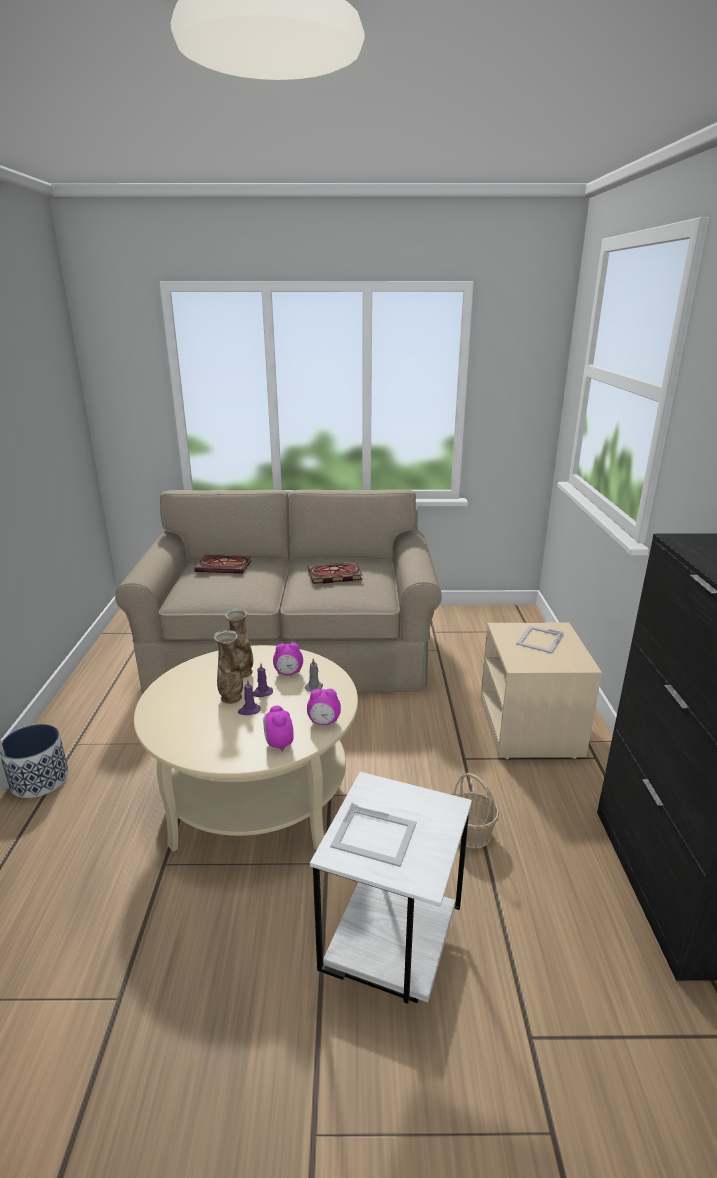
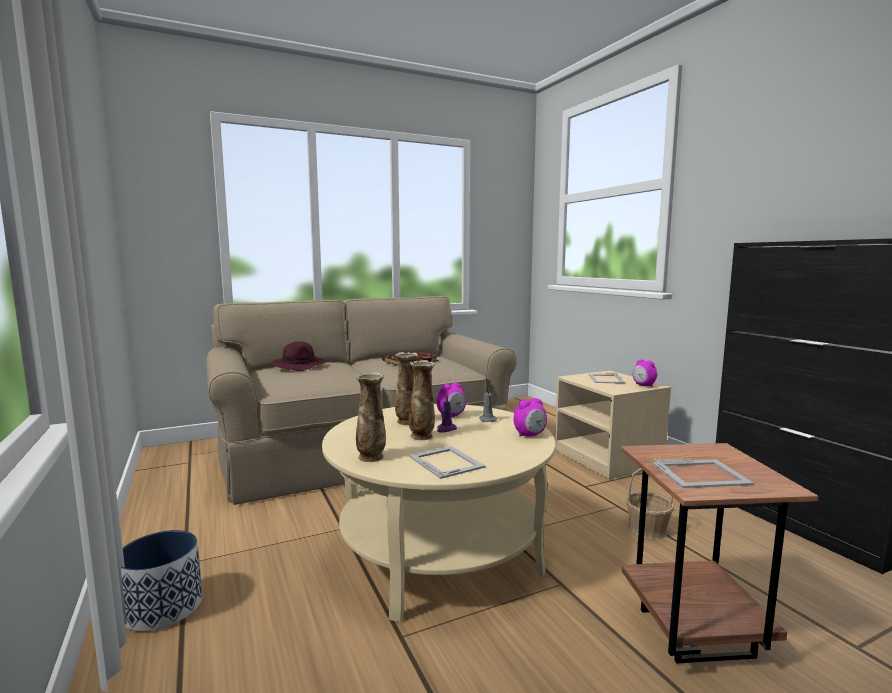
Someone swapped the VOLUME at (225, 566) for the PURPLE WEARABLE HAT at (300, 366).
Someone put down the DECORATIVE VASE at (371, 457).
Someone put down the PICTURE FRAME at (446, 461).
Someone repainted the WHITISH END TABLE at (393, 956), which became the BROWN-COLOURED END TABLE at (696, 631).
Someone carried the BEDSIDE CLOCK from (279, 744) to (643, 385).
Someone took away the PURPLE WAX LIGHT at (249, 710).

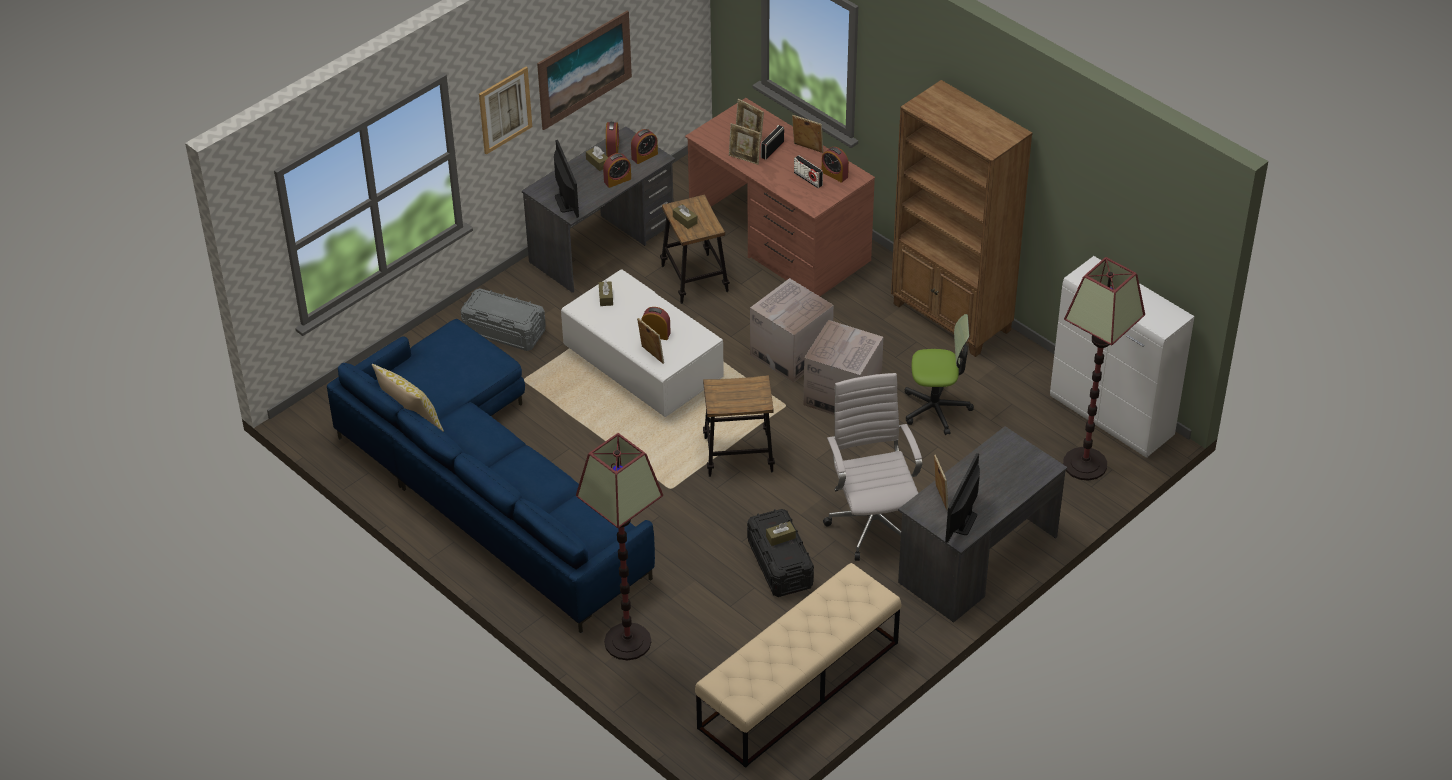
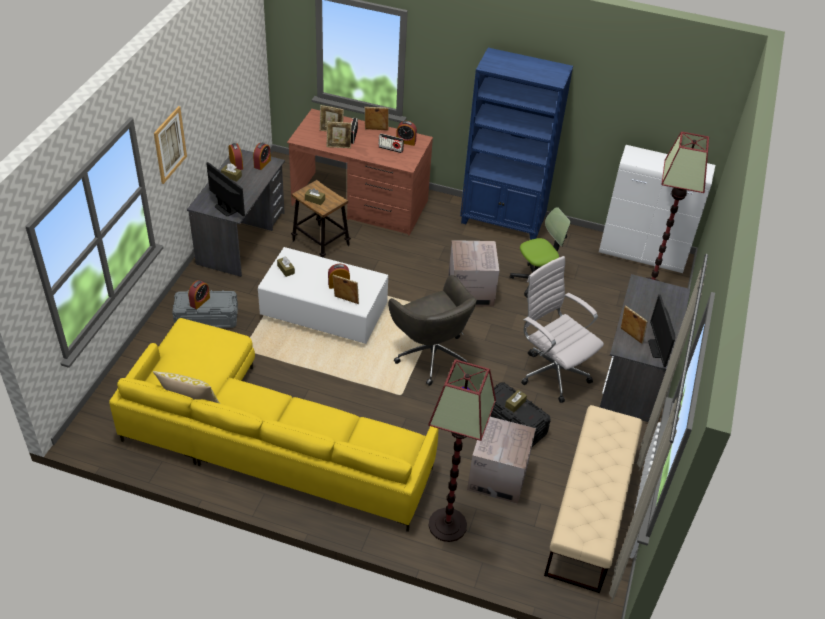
Someone repainted the BLUISH COUCH at (488, 487), which became the YELLOW-COLOURED COUCH at (265, 439).
Someone carried the BEDSIDE CLOCK from (617, 180) to (200, 301).
Someone swapped the STOOL at (738, 455) for the GREY COMPUTER CHAIR at (431, 354).
Someone repainted the BROWN-COLOURED SHELVING UNIT at (951, 318), which became the BLUISH SHELVING UNIT at (503, 221).
Someone carried the CARDBOARD BOX from (791, 353) to (498, 476).
Someone took away the WALL ART at (584, 69).

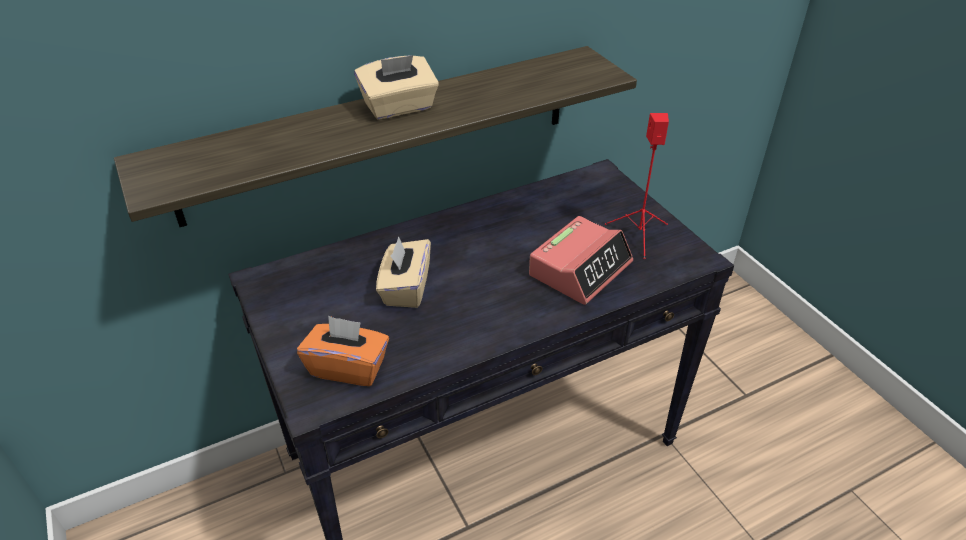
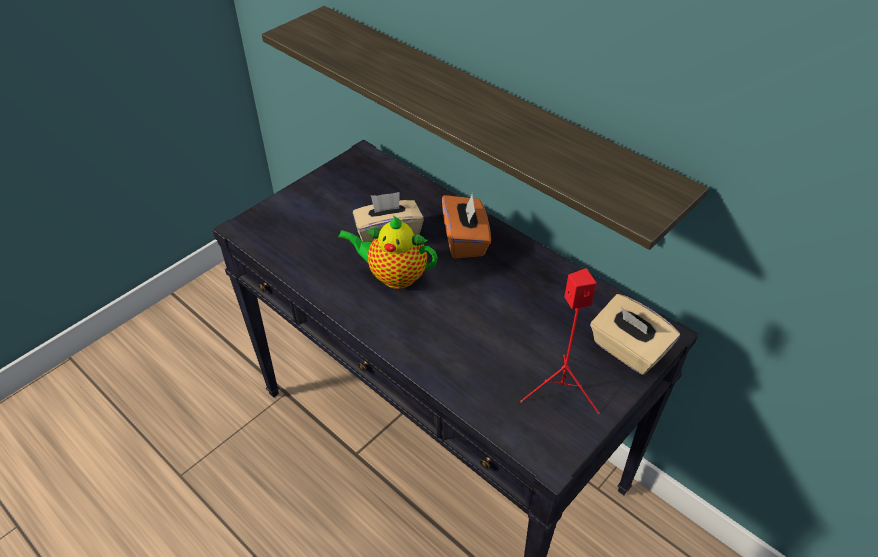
Someone put down the TEA POT at (394, 276).
Someone carried the ORANGEY TISSUE BOX from (348, 367) to (465, 240).
Someone carried the BEIGE TISSUE BOX from (399, 107) to (627, 350).
Someone took away the BEDSIDE CLOCK at (580, 269).

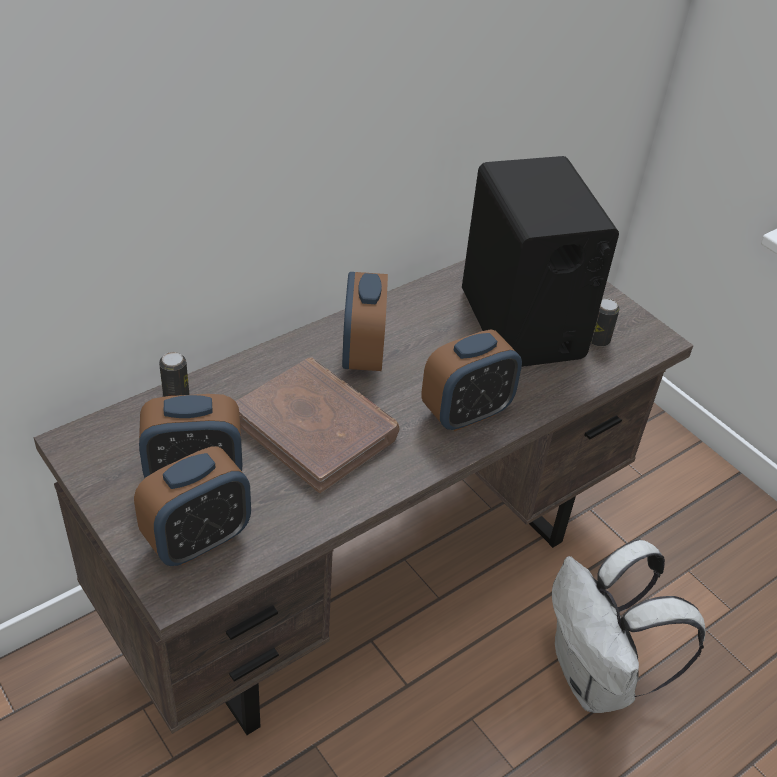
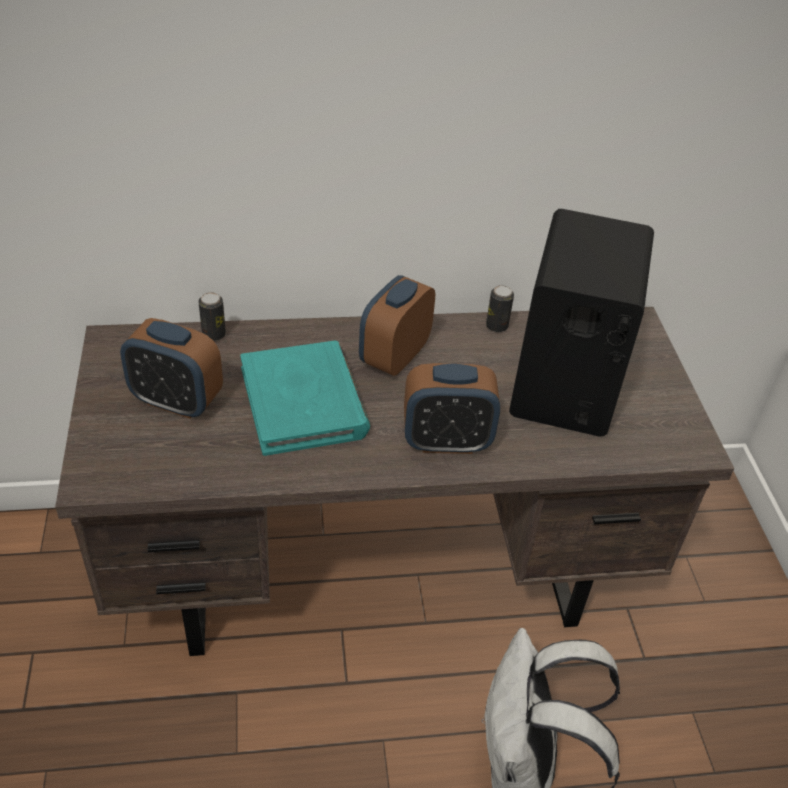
Someone repainted the BROWN-COLOURED VOLUME at (316, 428), which became the BLUE-GREEN VOLUME at (304, 402).
Someone carried the SEALED CAN from (598, 340) to (496, 326).
Someone took away the BEDSIDE CLOCK at (198, 540).

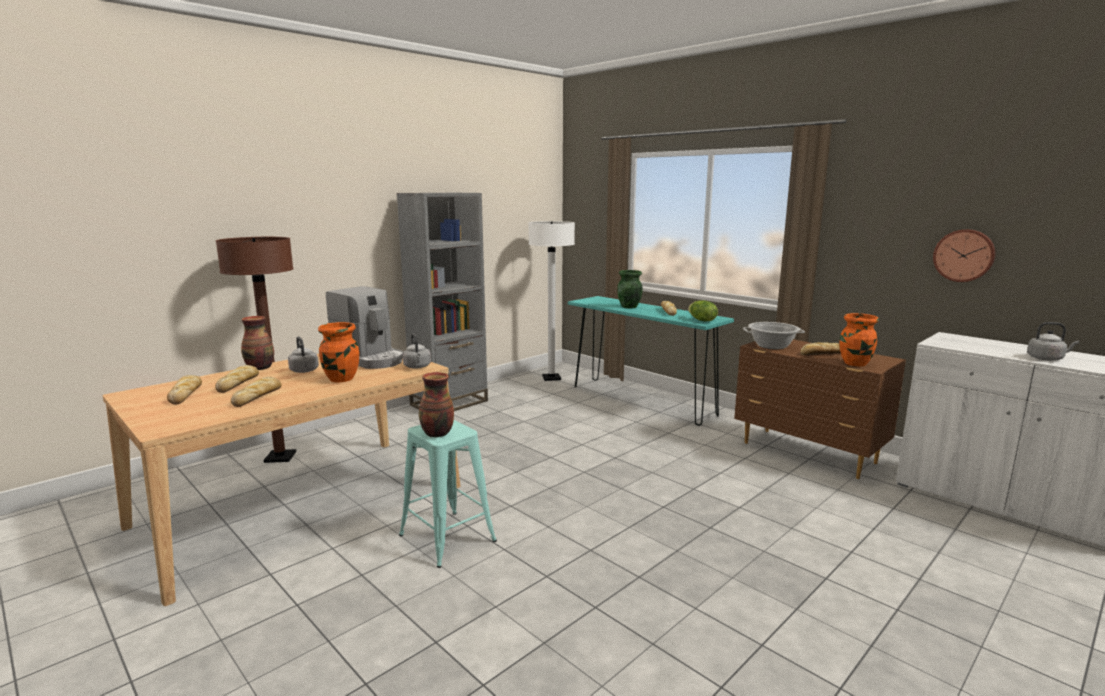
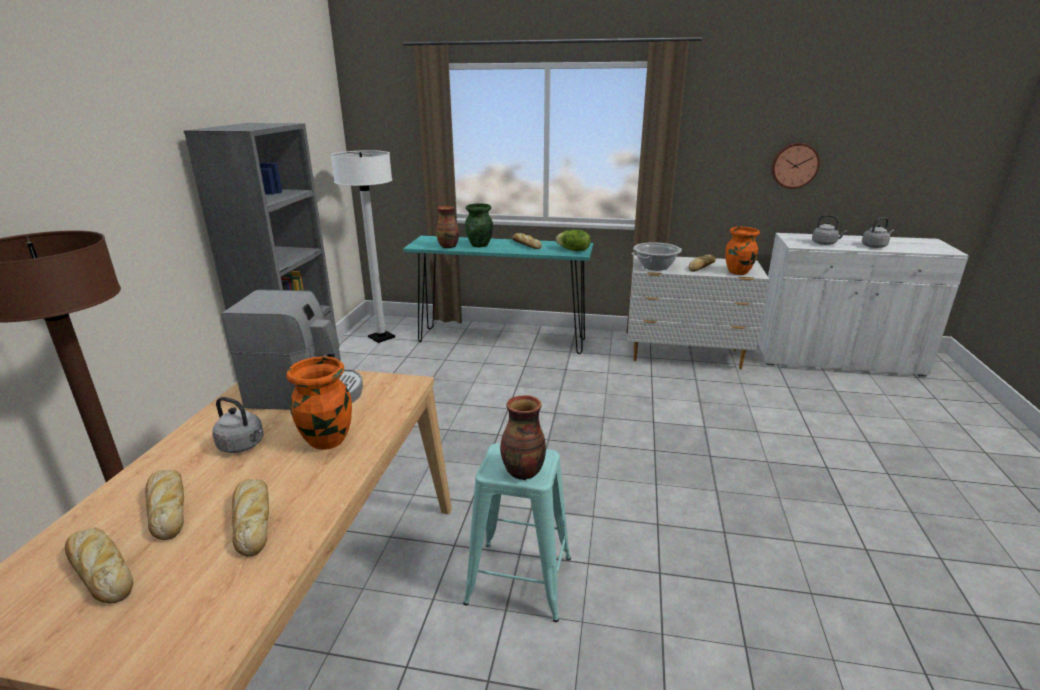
Someone carried the DECORATIVE VASE from (260, 368) to (448, 246).
Someone repainted the BROWN-COLOURED DRAWER CHEST at (809, 453), which became the WHITISH DRAWER CHEST at (686, 356).
Someone carried the GREY TEA KETTLE from (417, 367) to (825, 243).

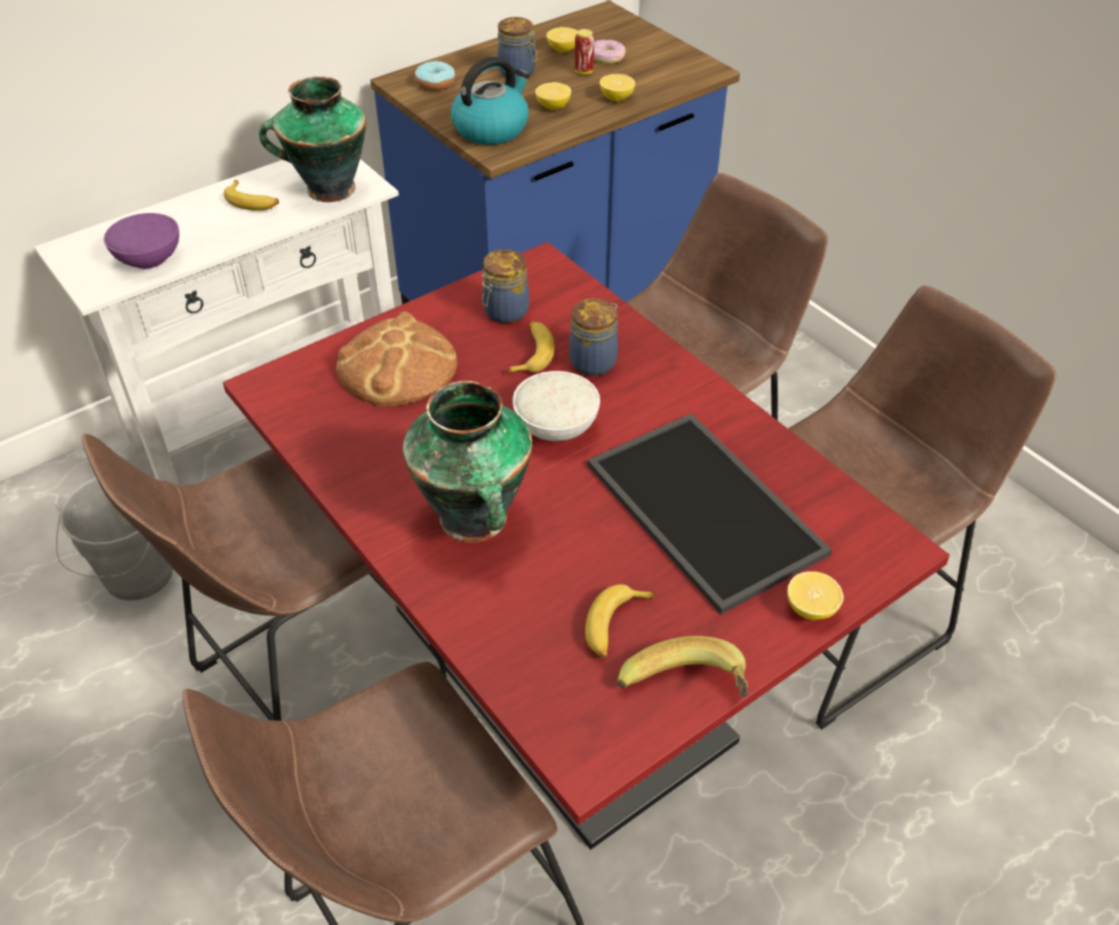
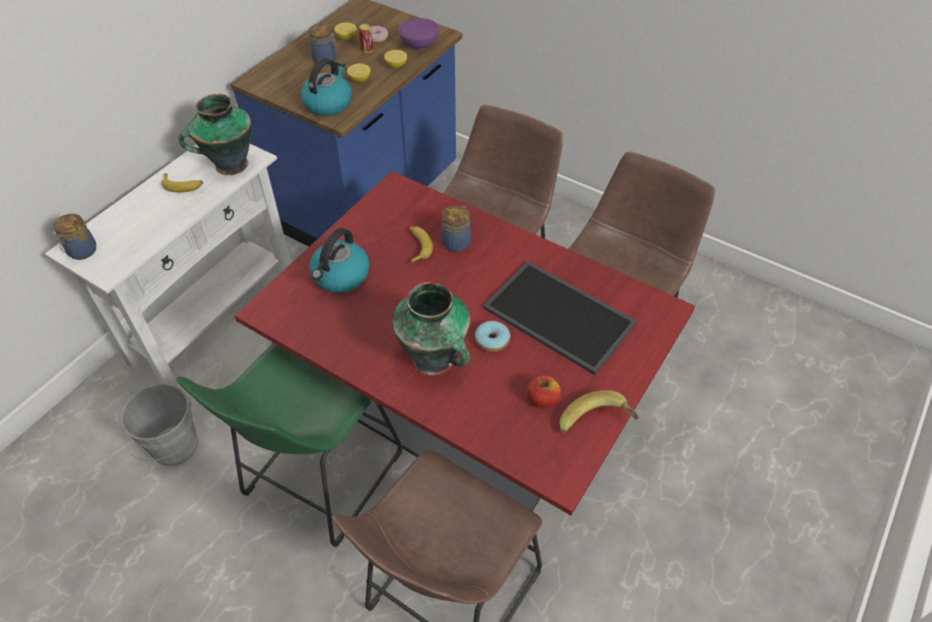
Someone carried the PRESERVE JAR from (504, 312) to (82, 251).
Someone repainted the BROWN-COLOURED STOOL at (306, 682), which became the GREENISH STOOL at (317, 480).
Someone swapped the BREAD at (397, 366) for the TEA KETTLE at (340, 276).
Someone carried the PURPLE DEEP DISH from (148, 259) to (419, 44).
Someone carried the DONUT from (435, 83) to (492, 340).
Someone swapped the BANANA at (615, 626) for the APPLE FRUIT at (542, 399).
Someone took away the WHITISH DEEP DISH at (556, 426).
Someone took away the LEMON at (811, 608).

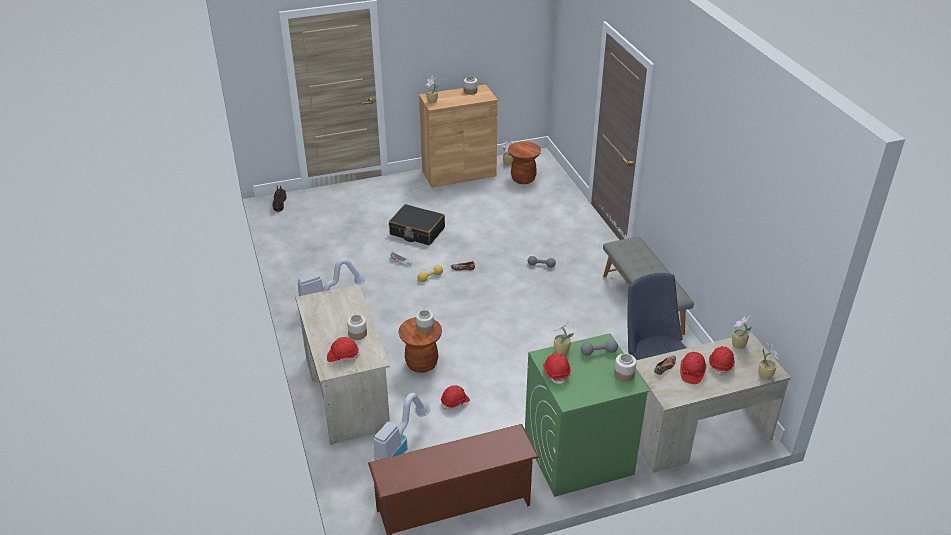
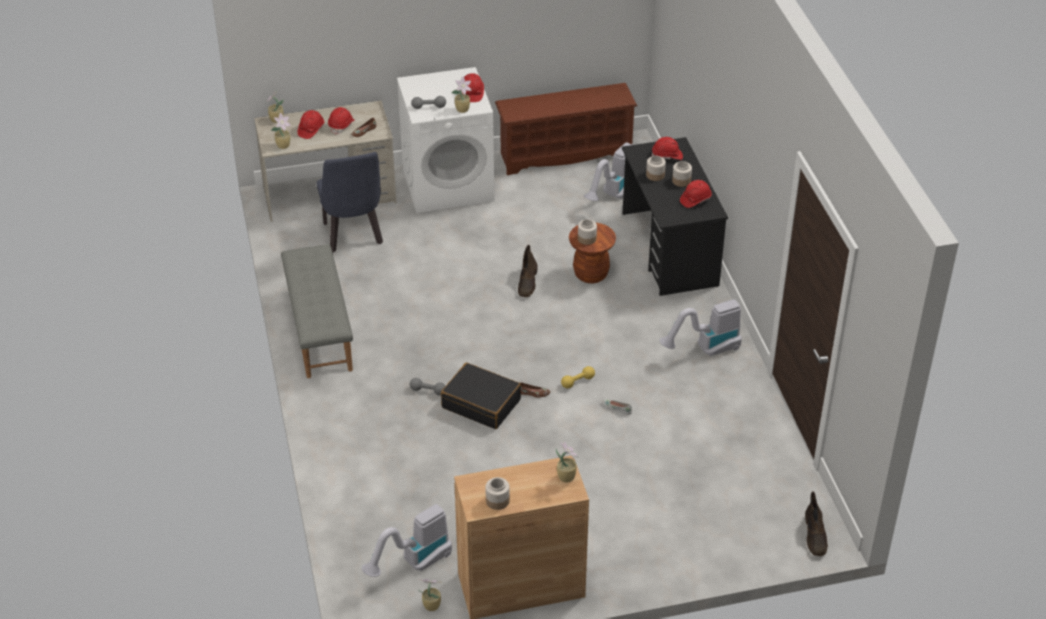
Someone swapped the BROWN-COLOURED STOOL at (523, 179) for the VACUUM at (413, 564).
Someone repainted the GREENISH WASHING MACHINE at (577, 456), which became the WHITISH WASHING MACHINE at (448, 184).
Someone carried the BLACKISH PIECE OF LUGGAGE from (417, 231) to (481, 403).
Someone put down the BROWN-COLOURED TALL BOOT at (527, 283).
Someone repainted the BEIGE DESK TABLE at (346, 392), which became the BLACKISH DESK TABLE at (669, 249).
Someone carried the PRESERVE JAR from (624, 374) to (681, 181).
Someone carried the REDDISH HARD HAT from (455, 402) to (695, 200).

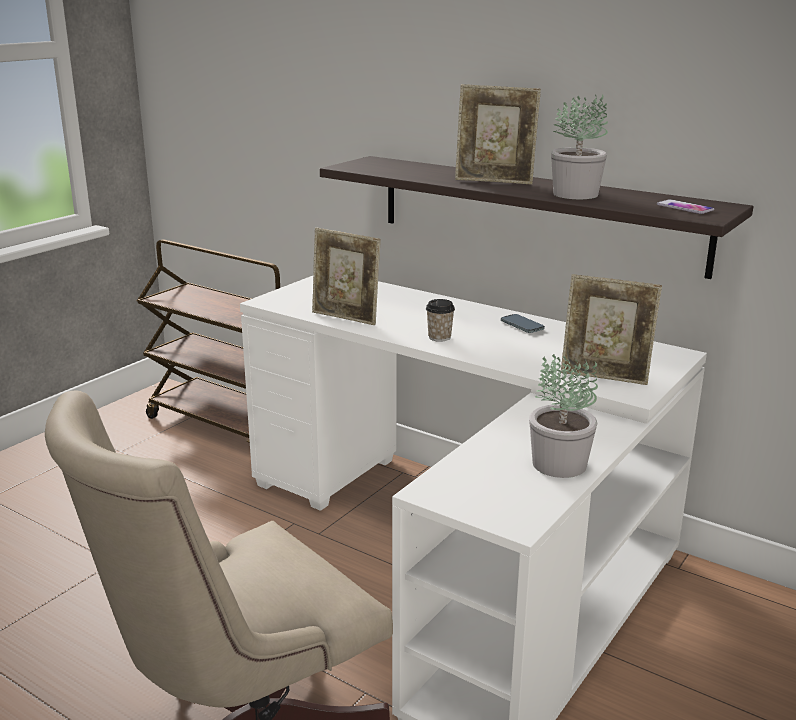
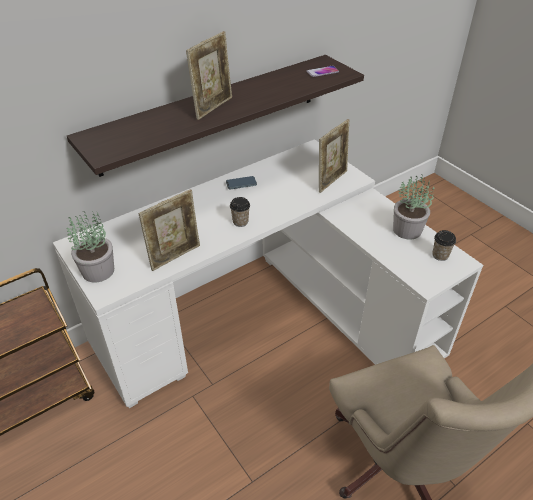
Someone carried the POTTED PLANT from (576, 194) to (98, 270).
Someone put down the DRINKING CUP at (440, 255).

